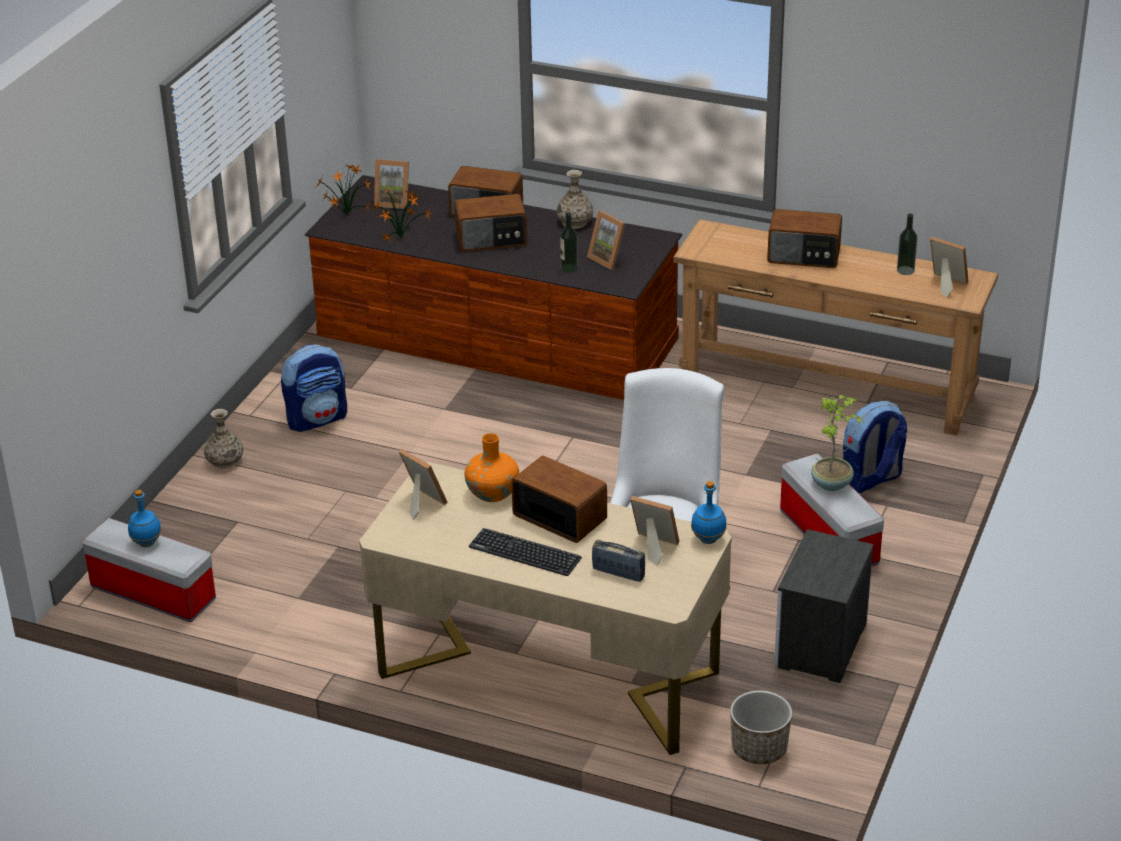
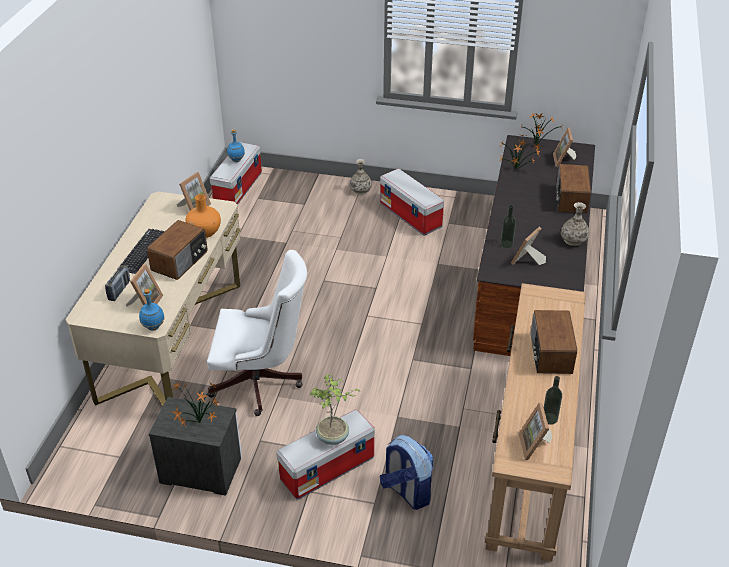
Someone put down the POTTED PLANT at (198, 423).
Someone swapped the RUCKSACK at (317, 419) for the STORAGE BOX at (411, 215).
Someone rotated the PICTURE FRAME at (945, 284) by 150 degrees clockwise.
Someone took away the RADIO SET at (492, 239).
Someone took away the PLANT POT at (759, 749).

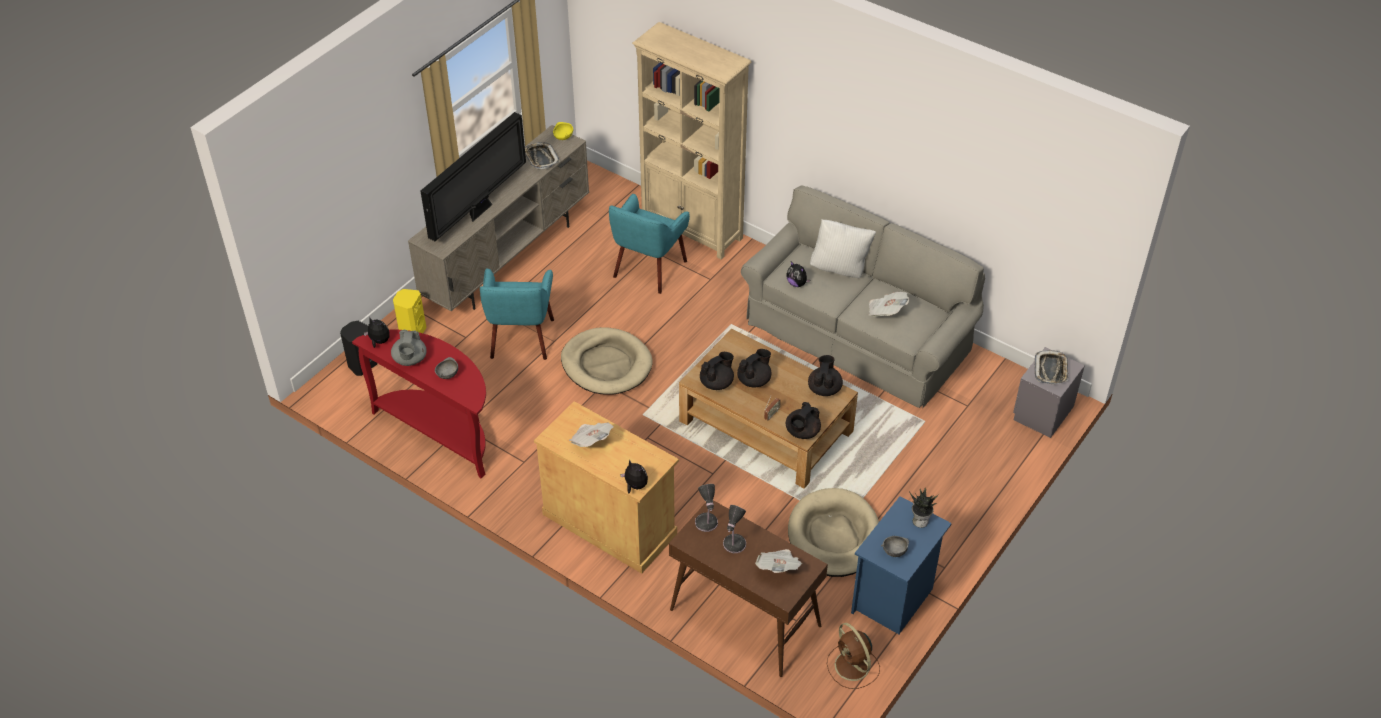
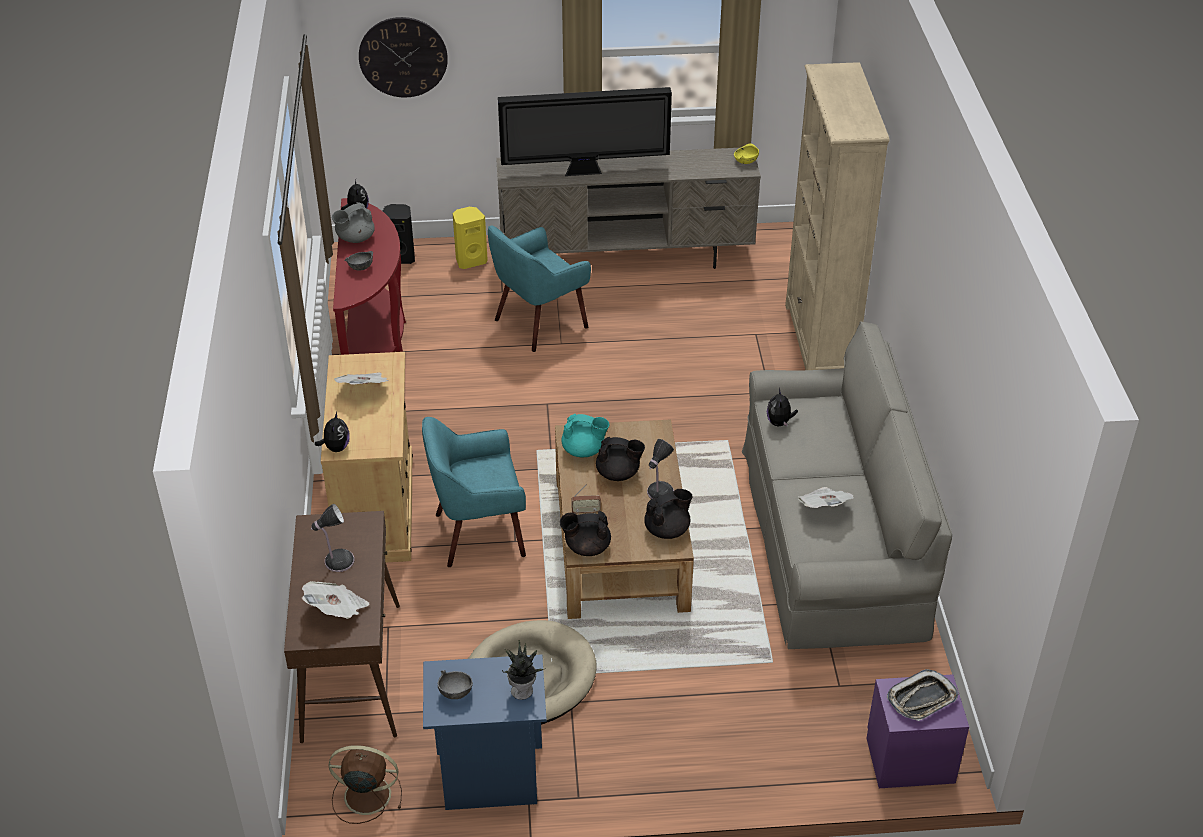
Someone rotated the BROWN-COLOURED ELECTRIC FAN at (853, 667) by 75 degrees clockwise.
Someone put up the CLOCK ON THE WALL at (403, 57).
Someone carried the BLUE-GREEN LOUNGE CHAIR from (648, 269) to (478, 533).
Someone repainted the BLACKISH TEA POT at (717, 383), which became the BLUE-GREEN TEA POT at (584, 450).
Someone carried the TABLETOP LAMP from (706, 524) to (659, 493).
Someone repainted the GREY BEDSIDE TABLE at (1043, 413), which became the PURPLE BEDSIDE TABLE at (910, 760).
Someone took away the SERVING TRAY at (541, 158).
Someone took away the BEIGE DOG CUSHION at (606, 364).
Someone took away the WHITISH PILLOW at (840, 269).

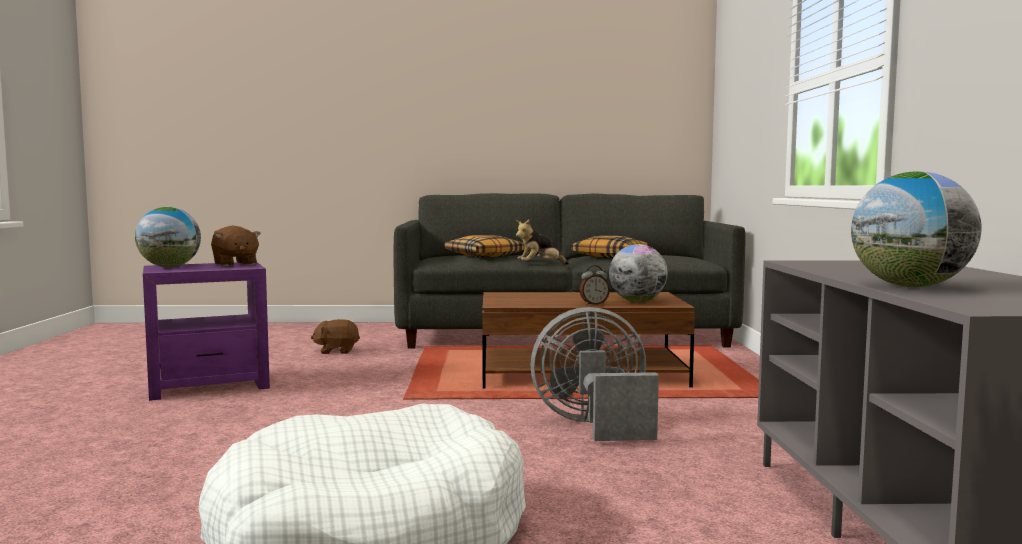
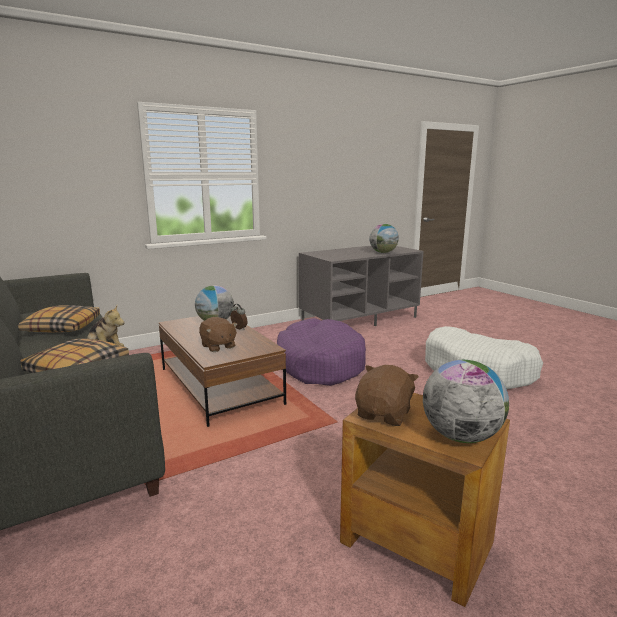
Someone carried the BROWN-COLOURED CUDDLY TOY from (337, 351) to (218, 346).
Someone swapped the GREY ELECTRIC FAN at (594, 425) for the PURPLE DOG CUSHION at (319, 364).
Someone repainted the PURPLE END TABLE at (209, 385), which became the BROWN-COLOURED END TABLE at (415, 541).

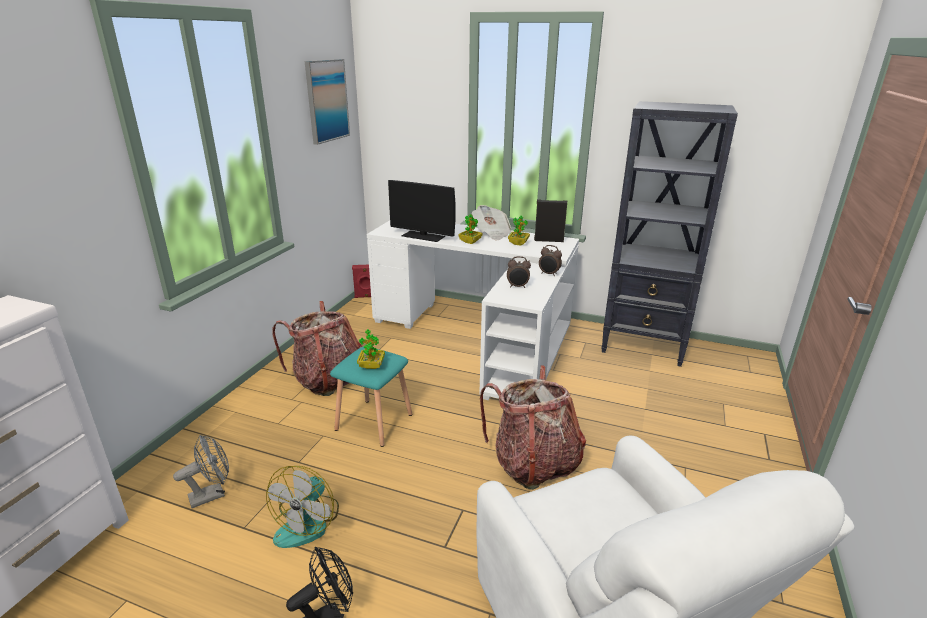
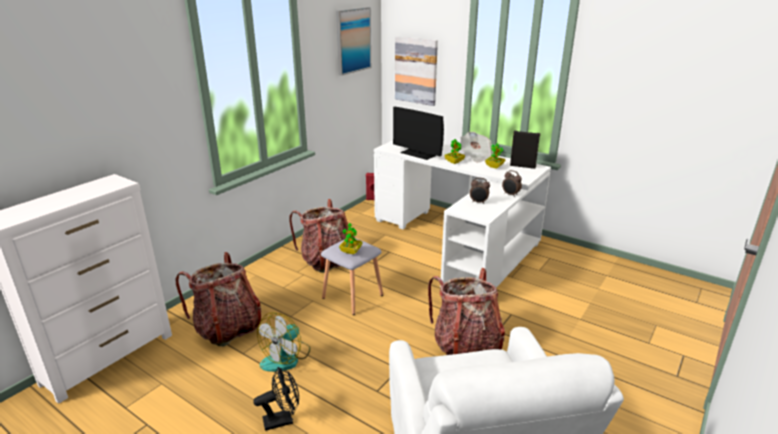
Someone swapped the GREY ELECTRIC FAN at (212, 494) for the RUCKSACK at (227, 328).
Someone repainted the BLUE-GREEN STOOL at (373, 422), which became the GREY STOOL at (351, 296).
Someone put up the WALL ART at (416, 71).
Someone took away the BLACKISH SHELVING UNIT at (643, 345).

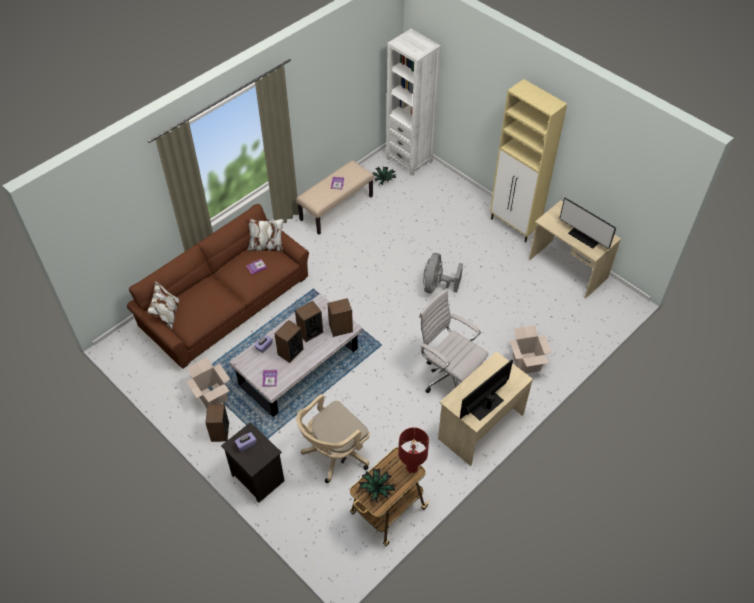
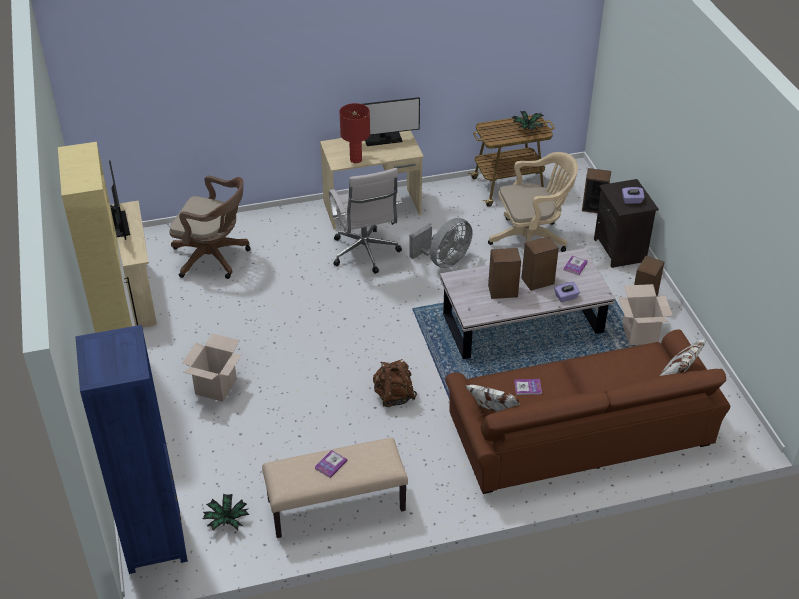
Someone repainted the WHITISH SHELVING UNIT at (409, 159), which became the BLUISH SHELVING UNIT at (154, 540).
Someone put down the BROWN-COLOURED COMPUTER CHAIR at (214, 258).
Someone carried the CARDBOARD BOX from (526, 363) to (216, 387).
Someone carried the REDDISH TABLETOP LAMP from (412, 467) to (355, 160).
Someone put down the BROWN-COLOURED RUCKSACK at (393, 396).
Someone carried the GREY ELECTRIC FAN from (437, 286) to (444, 261).
Someone carried the LOUDSPEAKER from (341, 328) to (594, 207).

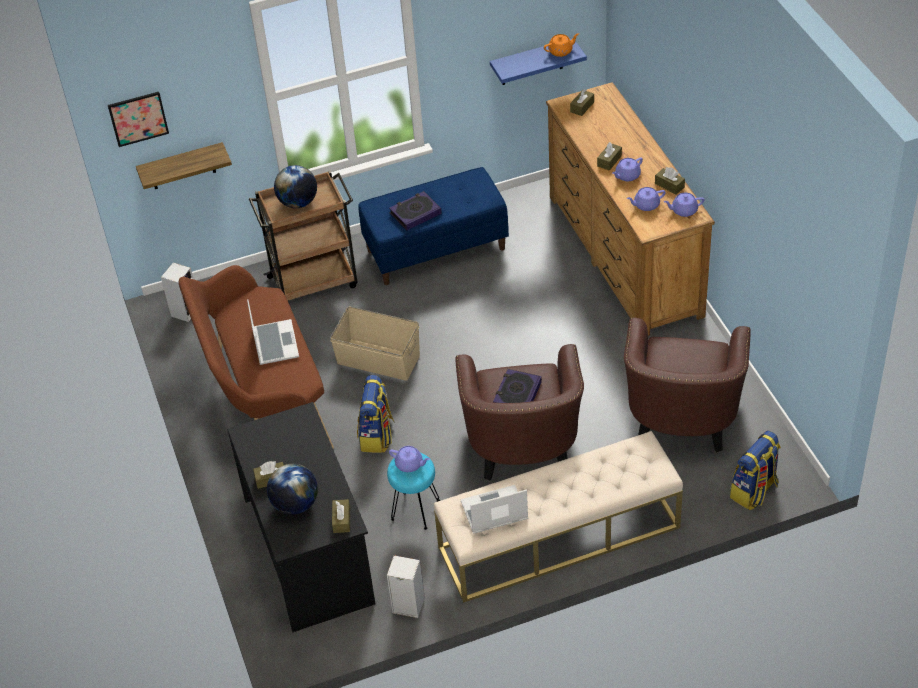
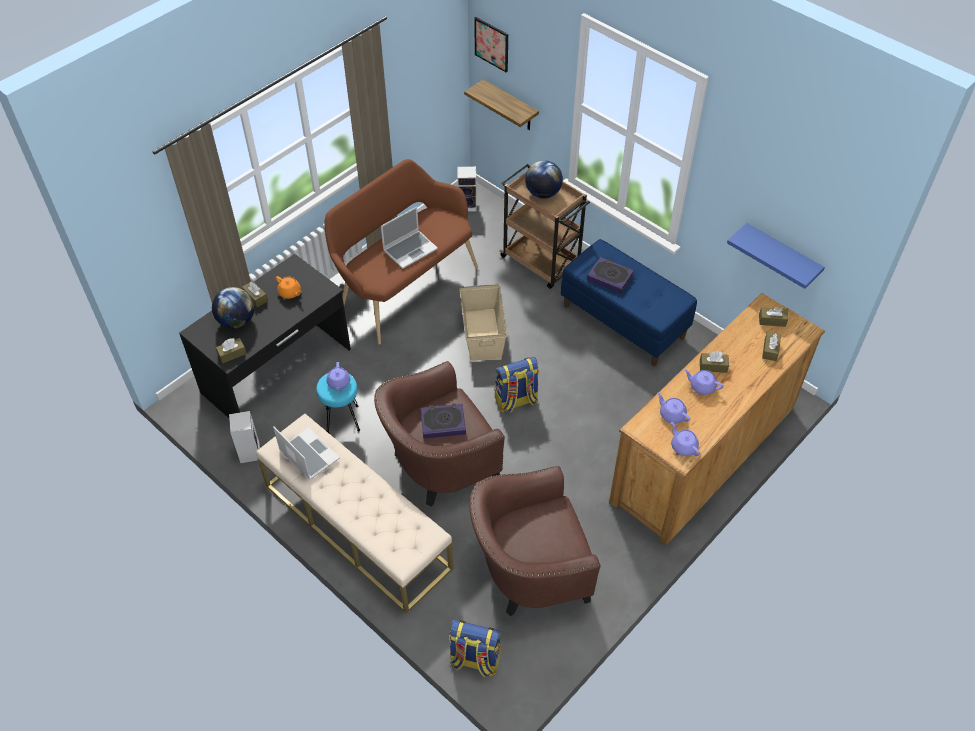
Someone carried the ORANGEY TEA POT from (561, 51) to (290, 293).
Someone carried the RUCKSACK from (377, 436) to (516, 401).
Someone carried the BROWN-COLOURED TISSUE BOX from (669, 185) to (770, 350).

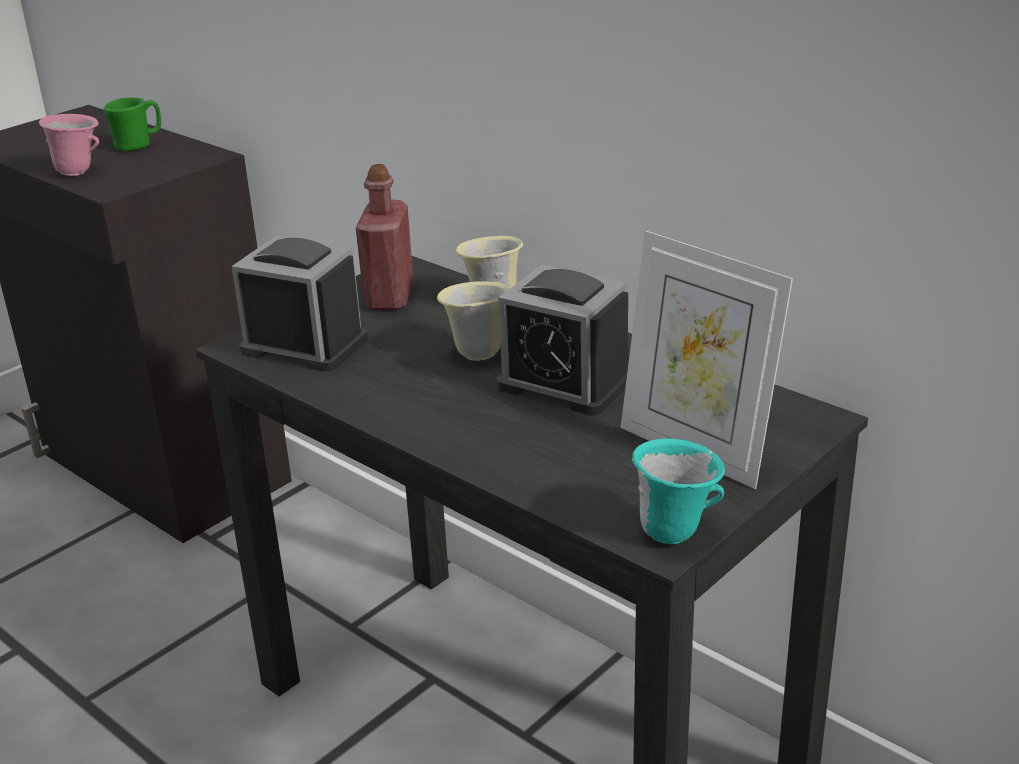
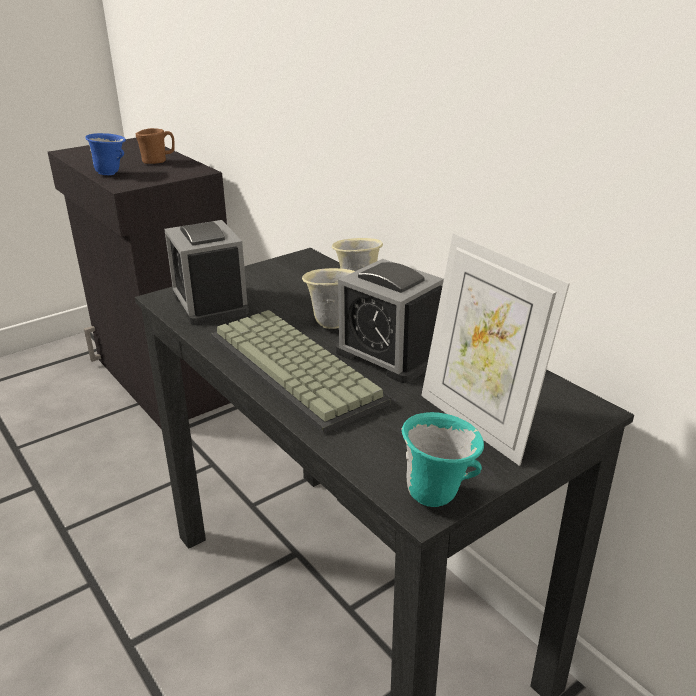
Someone repainted the PINKISH TEA MUG at (79, 172), which became the BLUISH TEA MUG at (111, 173).
Someone repainted the GREENISH TEA MUG at (138, 145), which became the BROWN-COLOURED TEA MUG at (158, 161).
Someone rotated the BEDSIDE CLOCK at (304, 345) by 150 degrees counterclockwise.
Someone put down the COMPUTER KEYBOARD at (298, 369).
Someone took away the REDDISH DRINK BOTTLE at (389, 297).

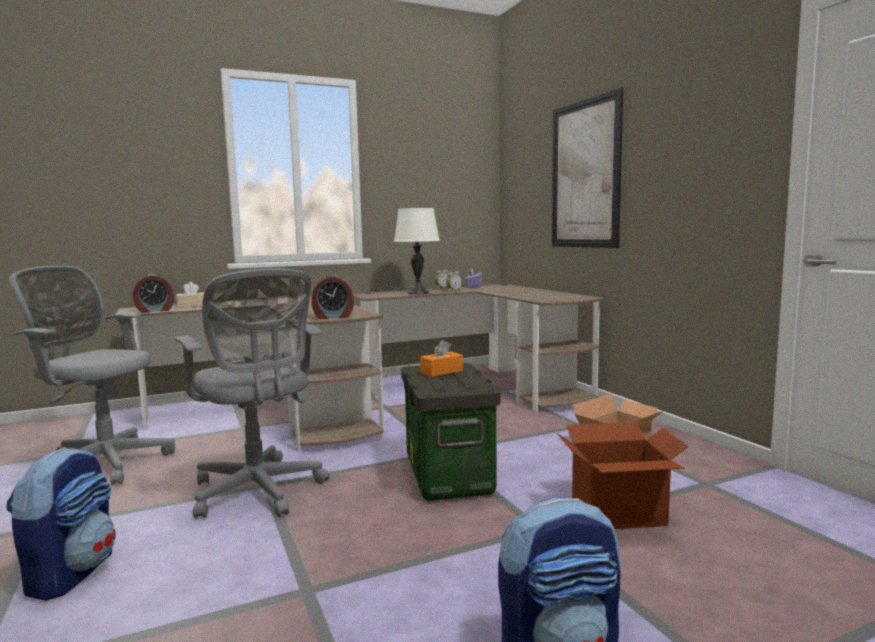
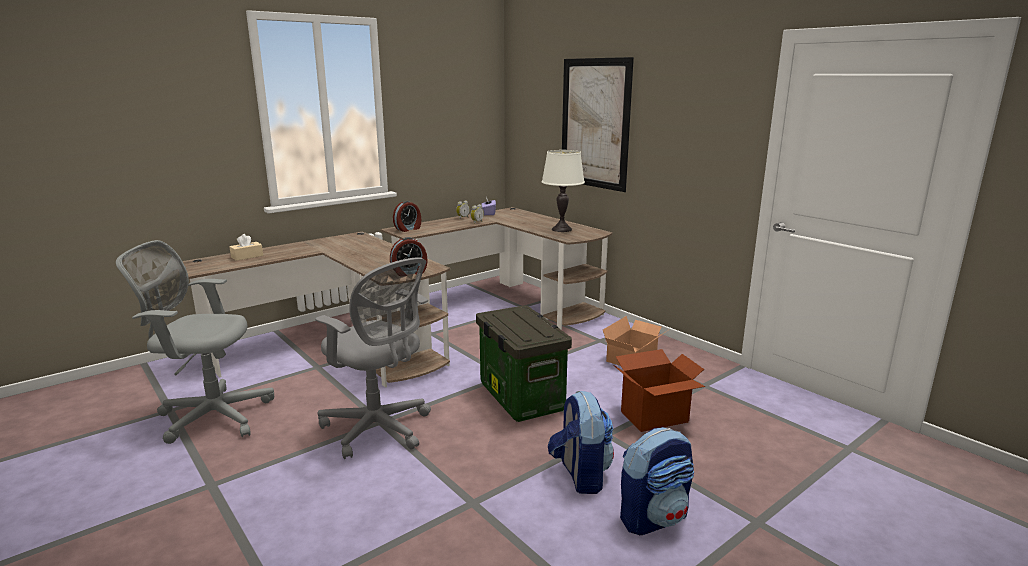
Someone carried the BEDSIDE CLOCK from (154, 311) to (408, 229).
Someone carried the WHITISH TABLETOP LAMP from (418, 293) to (561, 229).
Someone carried the RUCKSACK from (71, 573) to (580, 475).
Someone took away the ORANGEY TISSUE BOX at (441, 372).

